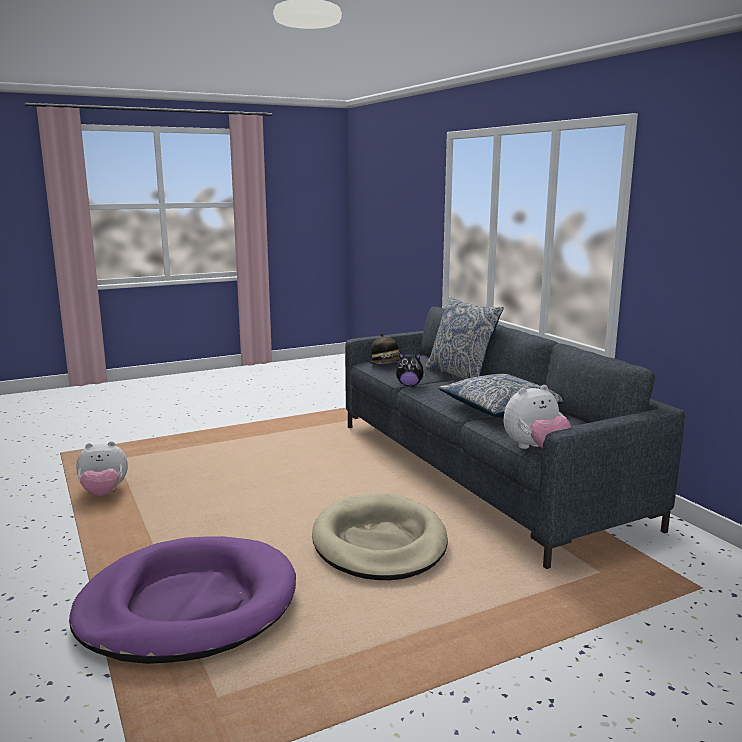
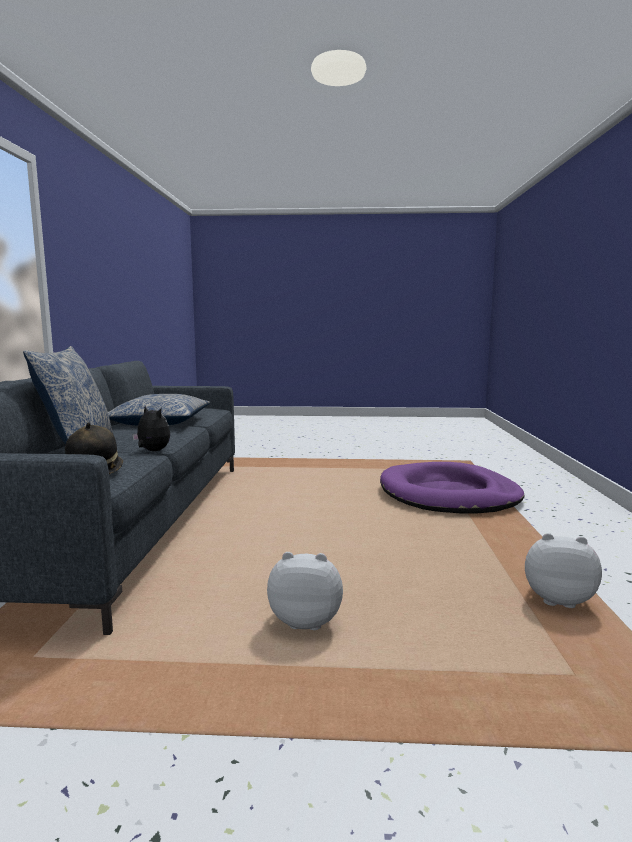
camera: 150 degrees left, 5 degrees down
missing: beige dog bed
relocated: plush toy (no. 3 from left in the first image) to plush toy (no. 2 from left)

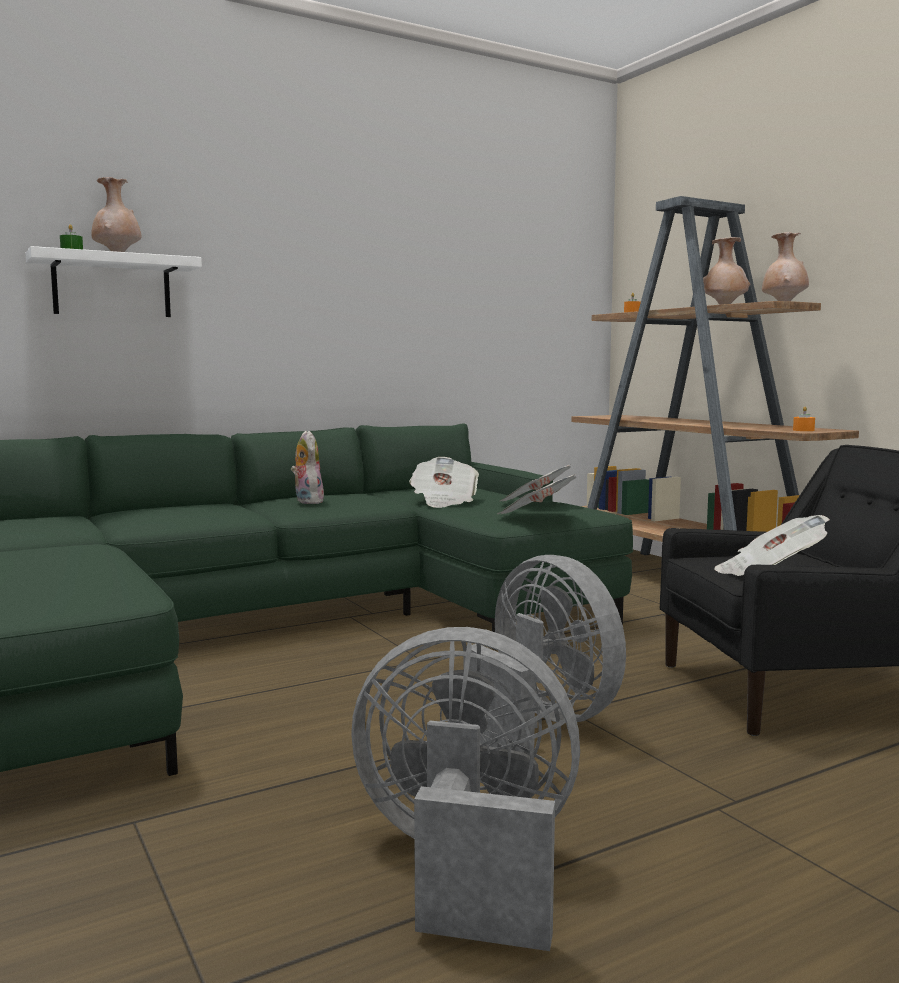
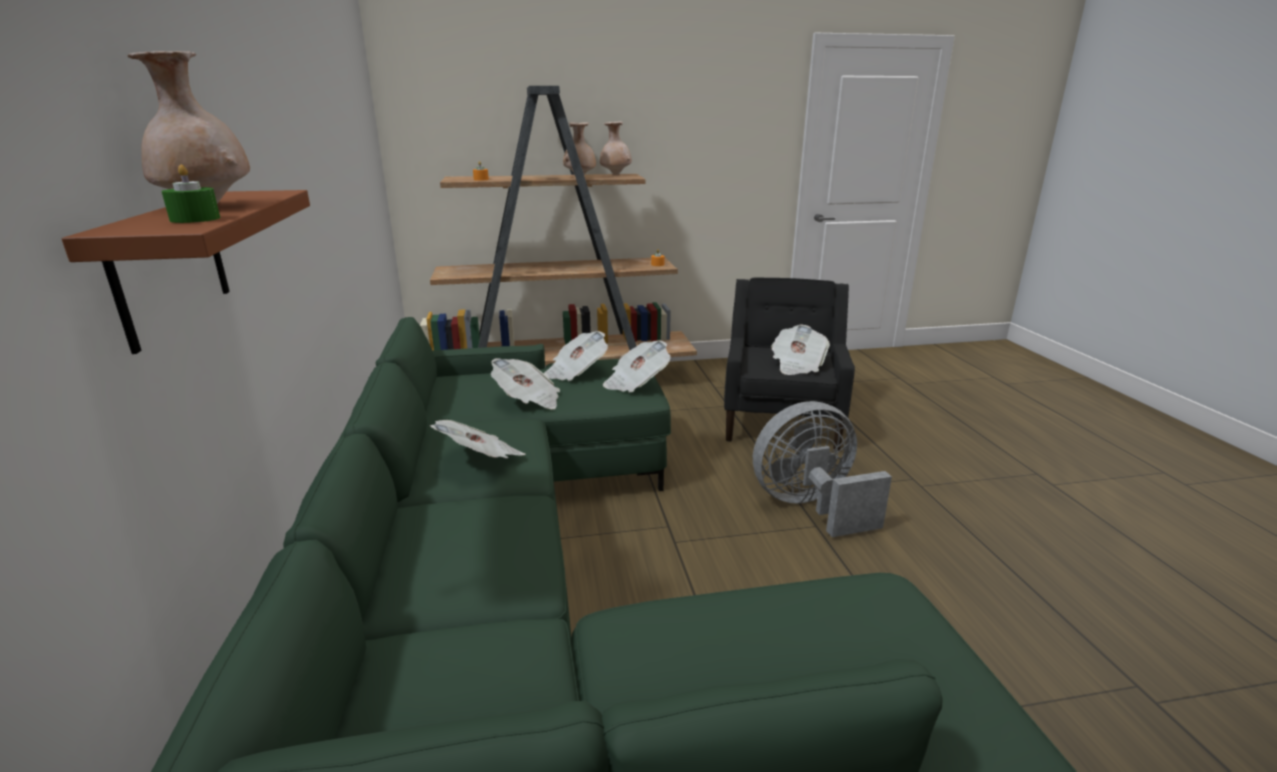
camera: 70 degrees left, 15 degrees up
missing: grey fan (no. 1 from left)
exchanged: plush toy to newspaper (no. 1 from left)
colour: white shelf to brown shelf

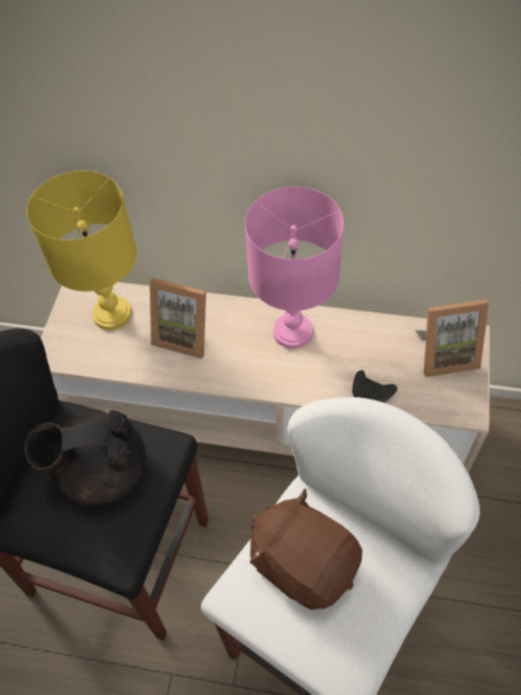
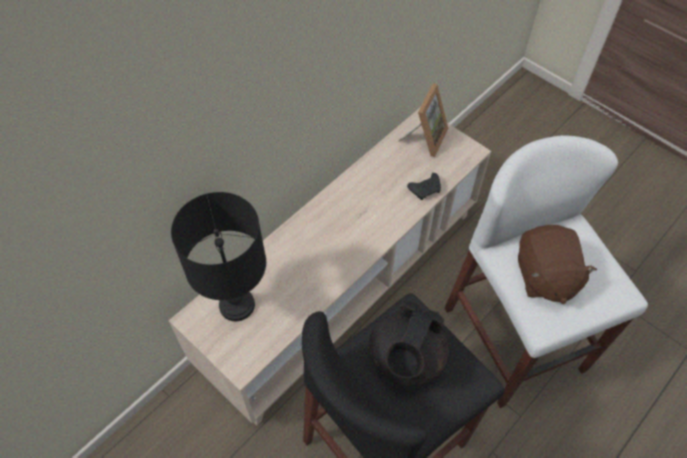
camera: 60 degrees left, 0 degrees up
missing: picture frame (no. 1 from left); pink table lamp
colour: yellow table lamp to black table lamp
spun: brown plush toy 75 degrees counterclockwise

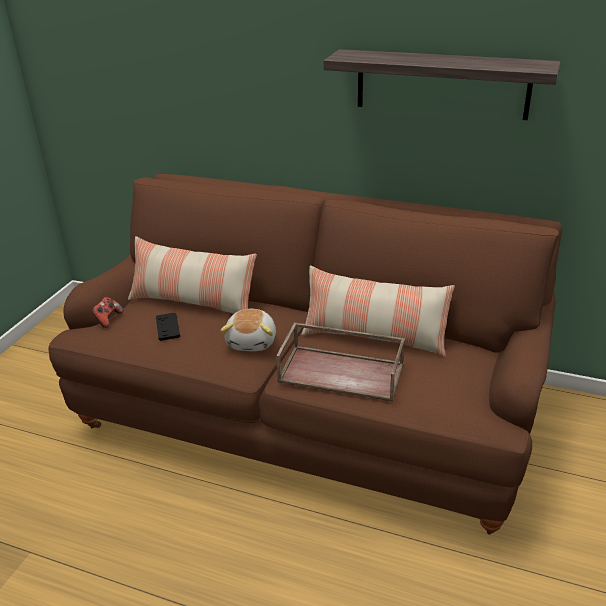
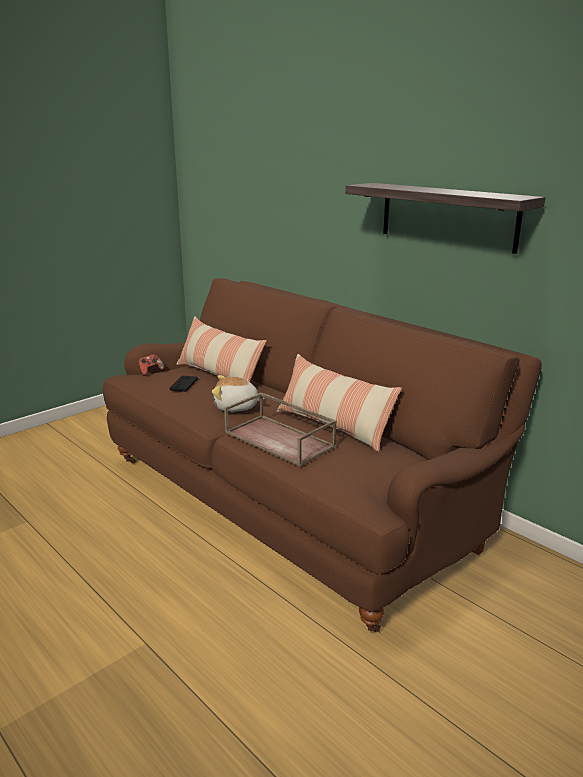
camera: 25 degrees right, 10 degrees down
spun: plush toy 60 degrees clockwise

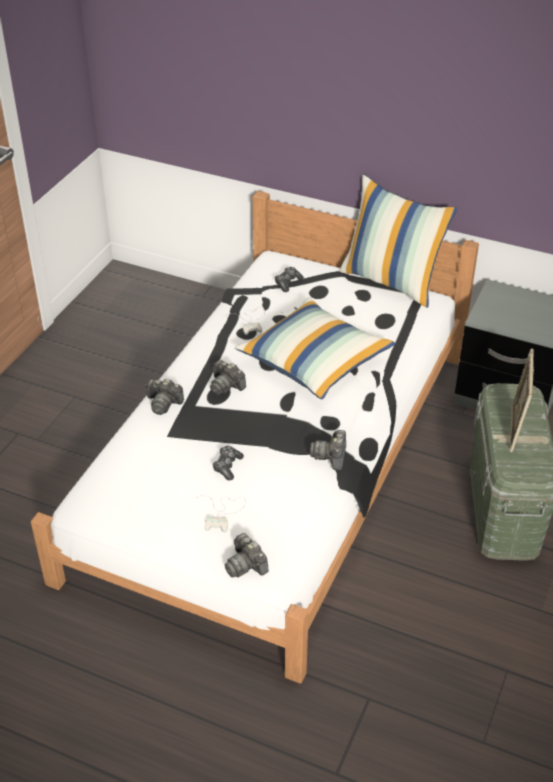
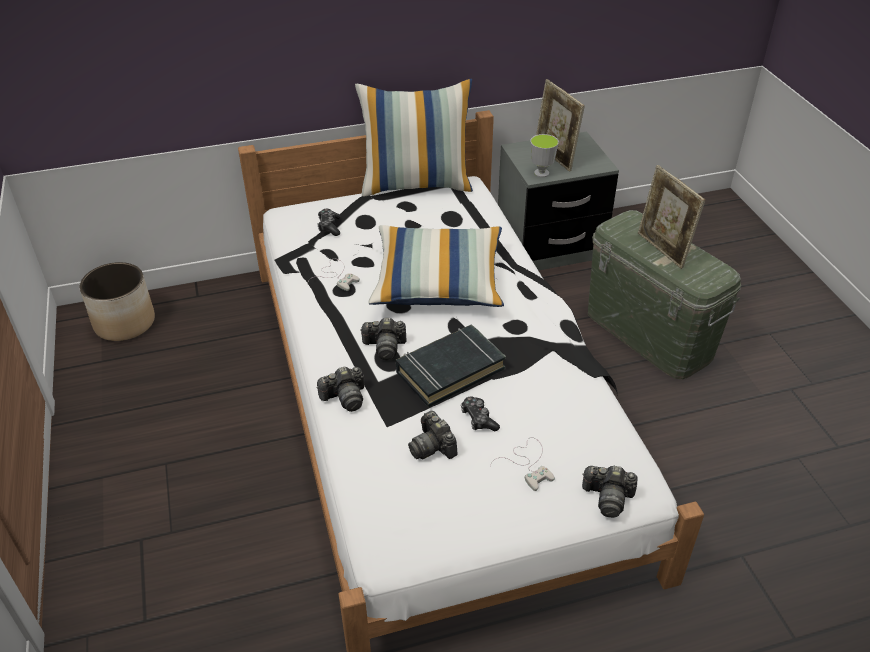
camera: 40 degrees left, 0 degrees up
appeared: planter; black book; cup; picture frame (no. 1 from left)
relocated: photo camera (no. 4 from left in the first image) to photo camera (no. 3 from left)

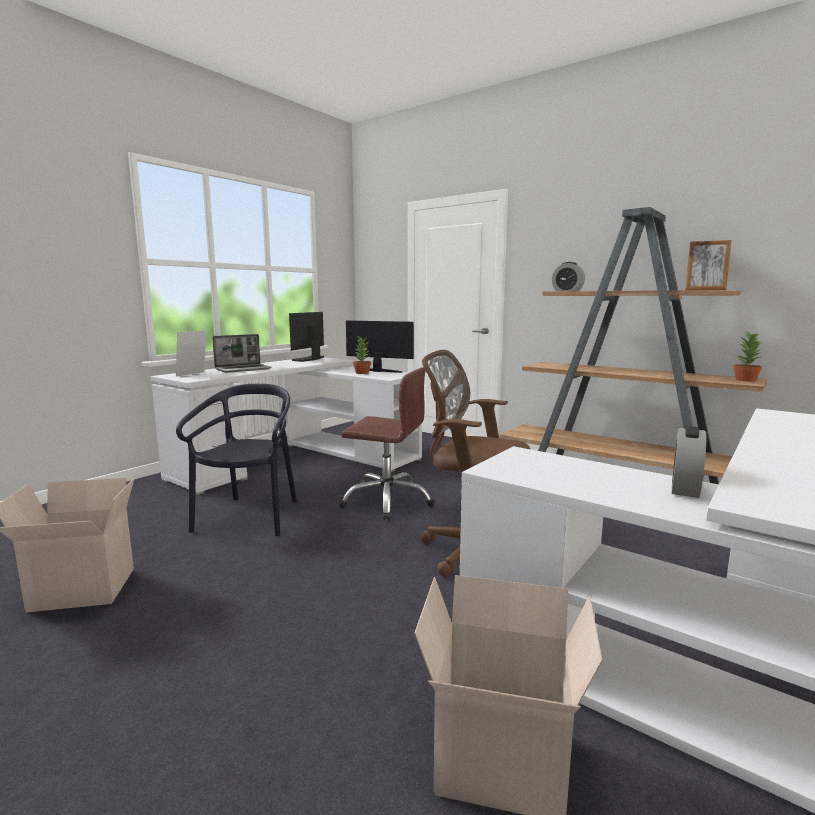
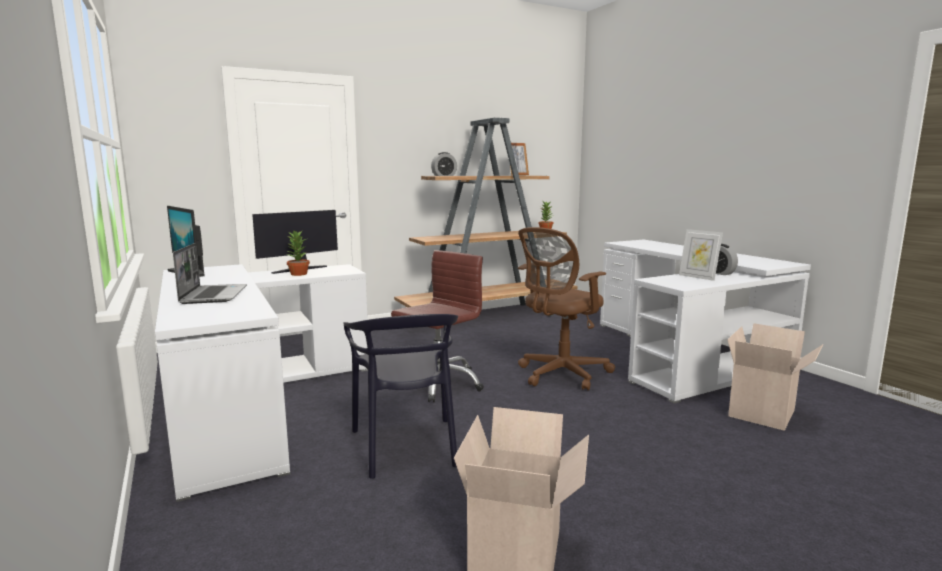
camera: 65 degrees left, 0 degrees up
relocated: picture frame (no. 1 from left in the first image) to picture frame (no. 2 from left)
spun: black chair 135 degrees counterclockwise

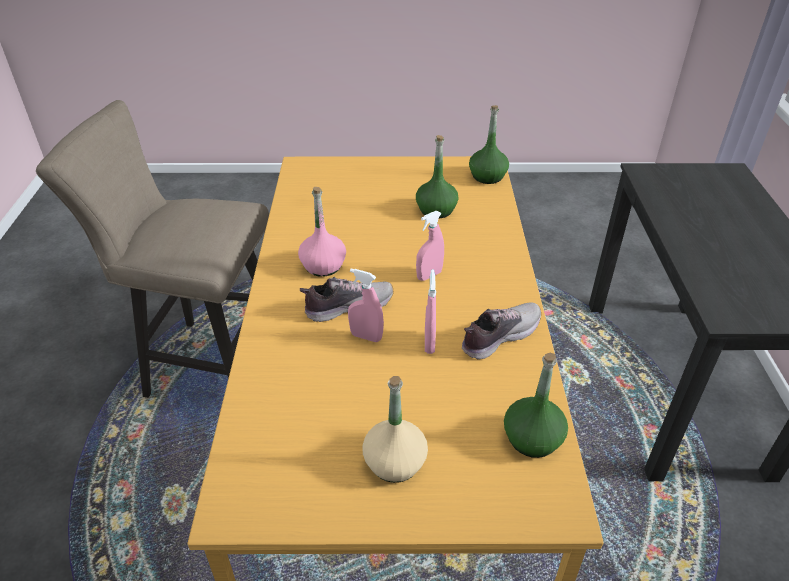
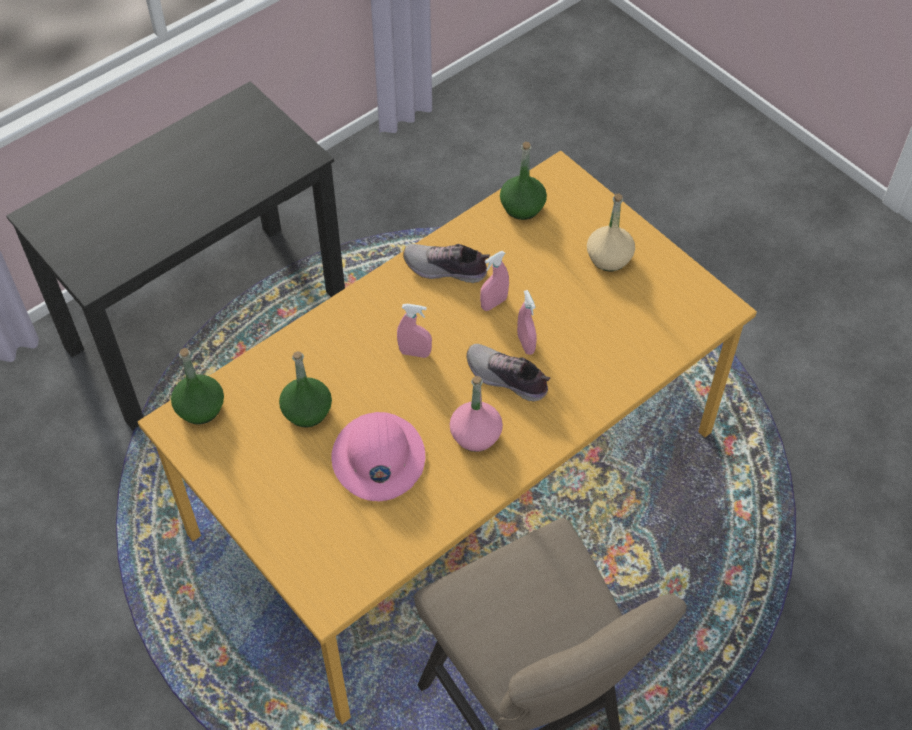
camera: 130 degrees left, 15 degrees up
appeared: pink hard hat

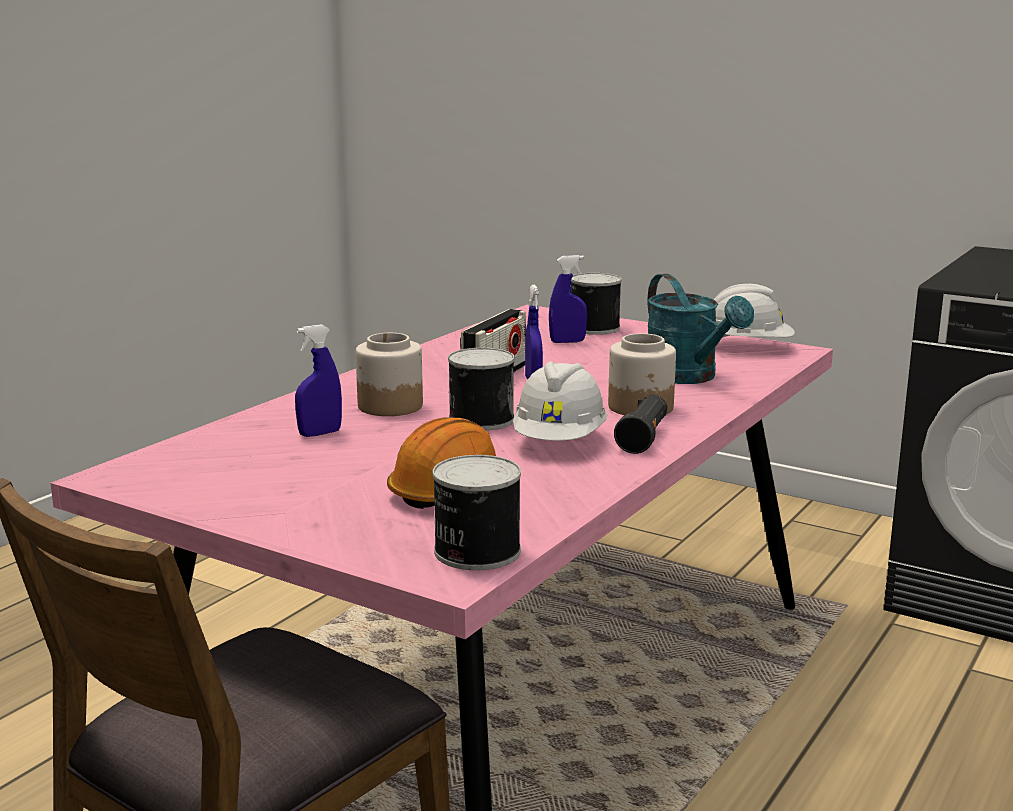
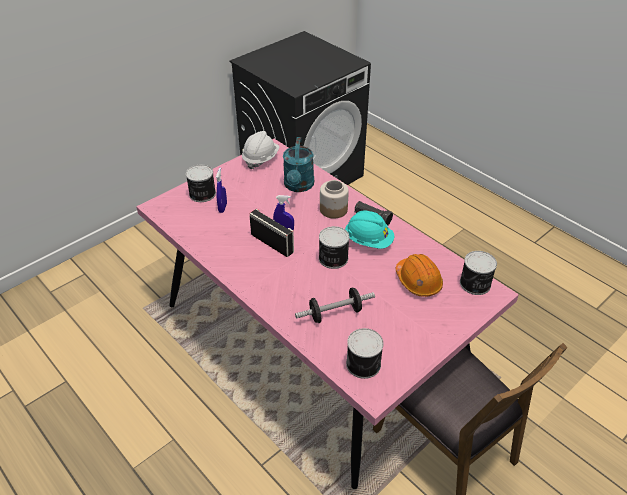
camera: 75 degrees left, 25 degrees up
missing: jar (no. 1 from left)
appeared: can (no. 3 from left)
exchanged: blue spray bottle (no. 1 from left) to dumbbell
colour: white hard hat (no. 1 from left) to turquoise hard hat
spun: turquoise watering can 105 degrees clockwise

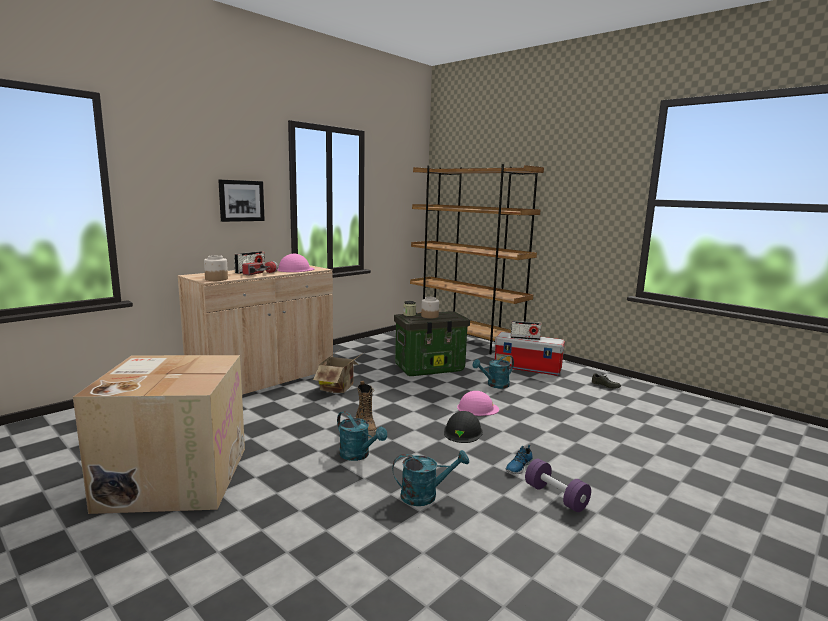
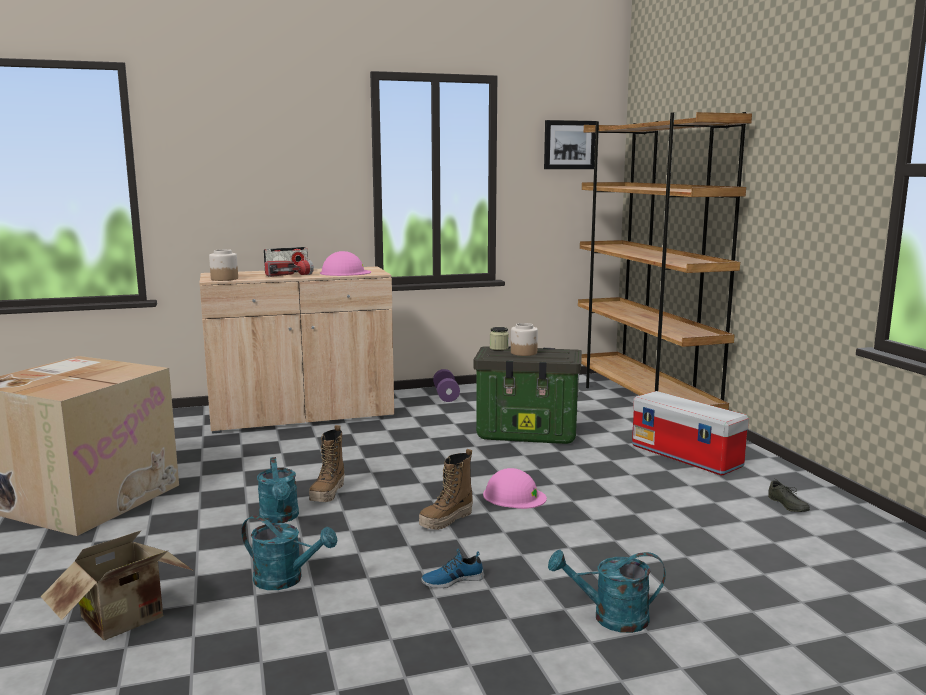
camera: 30 degrees right, 0 degrees up
missing: radio (no. 2 from left)
relocated: picture; cardboard box (no. 2 from left); turquoise watering can (no. 3 from left); purple dumbbell
exchanged: black hard hat to boot (no. 2 from left)

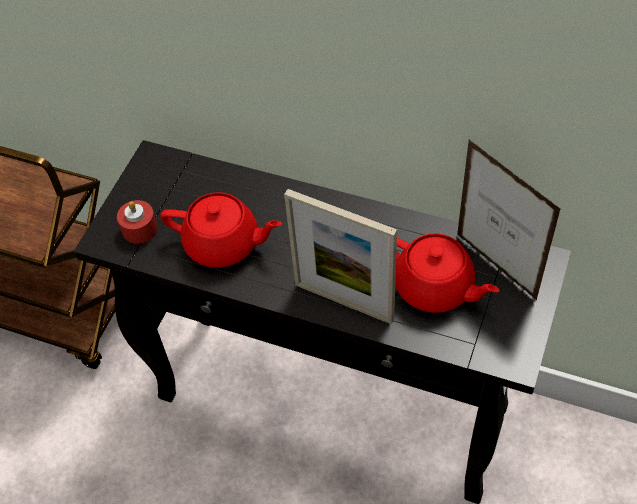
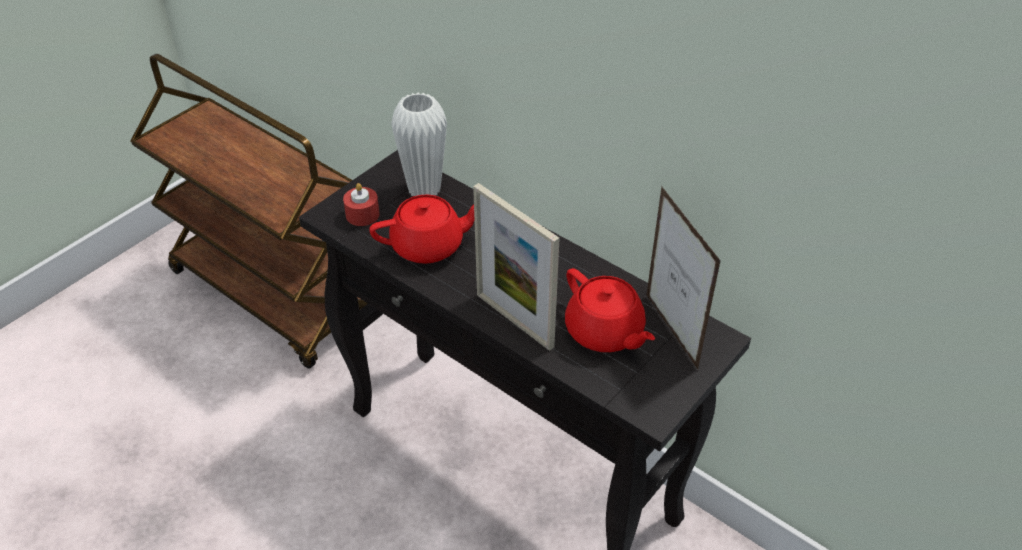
camera: 15 degrees right, 10 degrees down
appeared: white vase
spun: red teapot (no. 1 from left) 45 degrees counterclockwise

